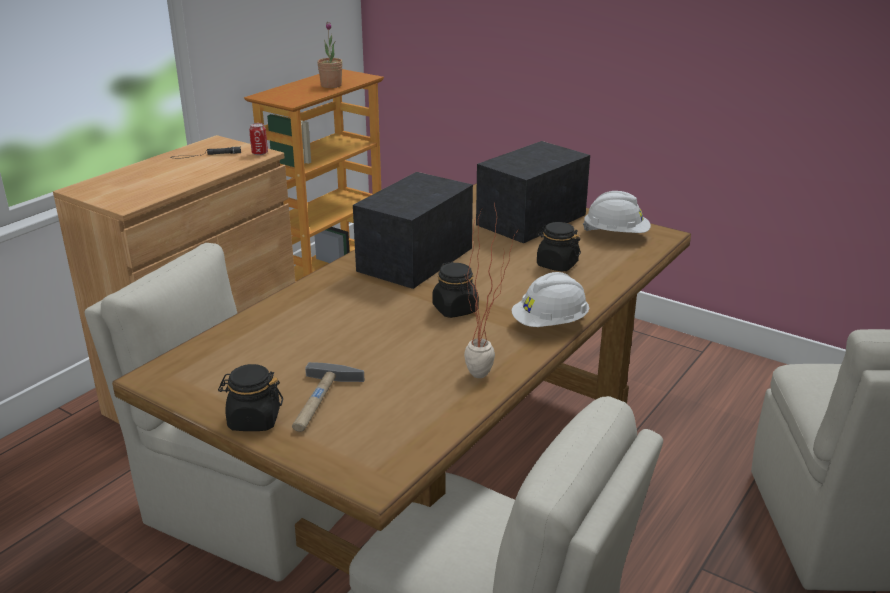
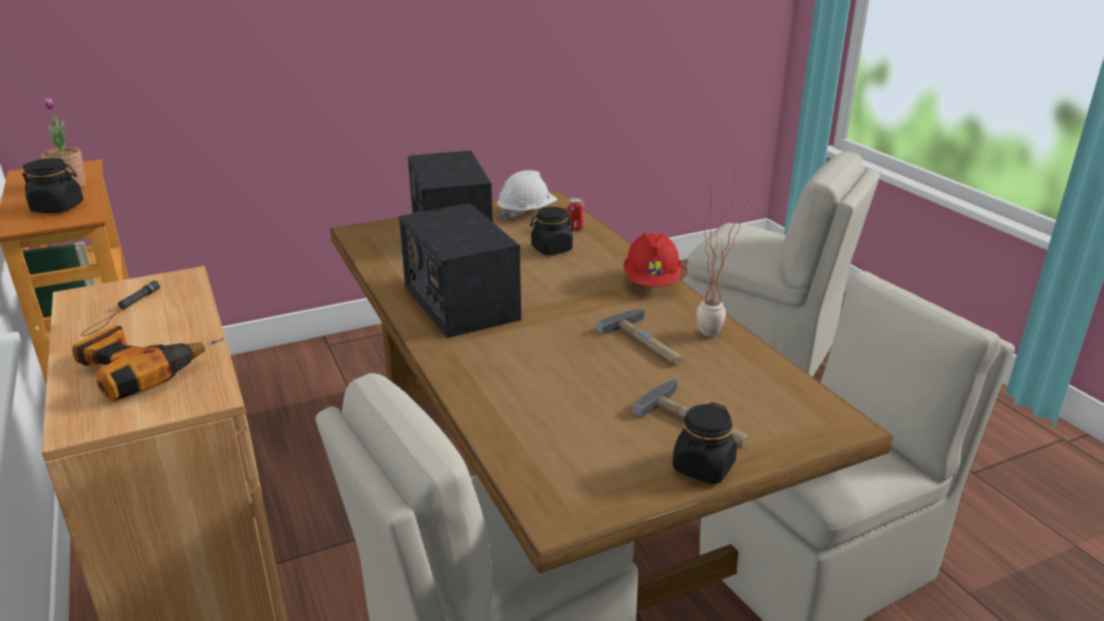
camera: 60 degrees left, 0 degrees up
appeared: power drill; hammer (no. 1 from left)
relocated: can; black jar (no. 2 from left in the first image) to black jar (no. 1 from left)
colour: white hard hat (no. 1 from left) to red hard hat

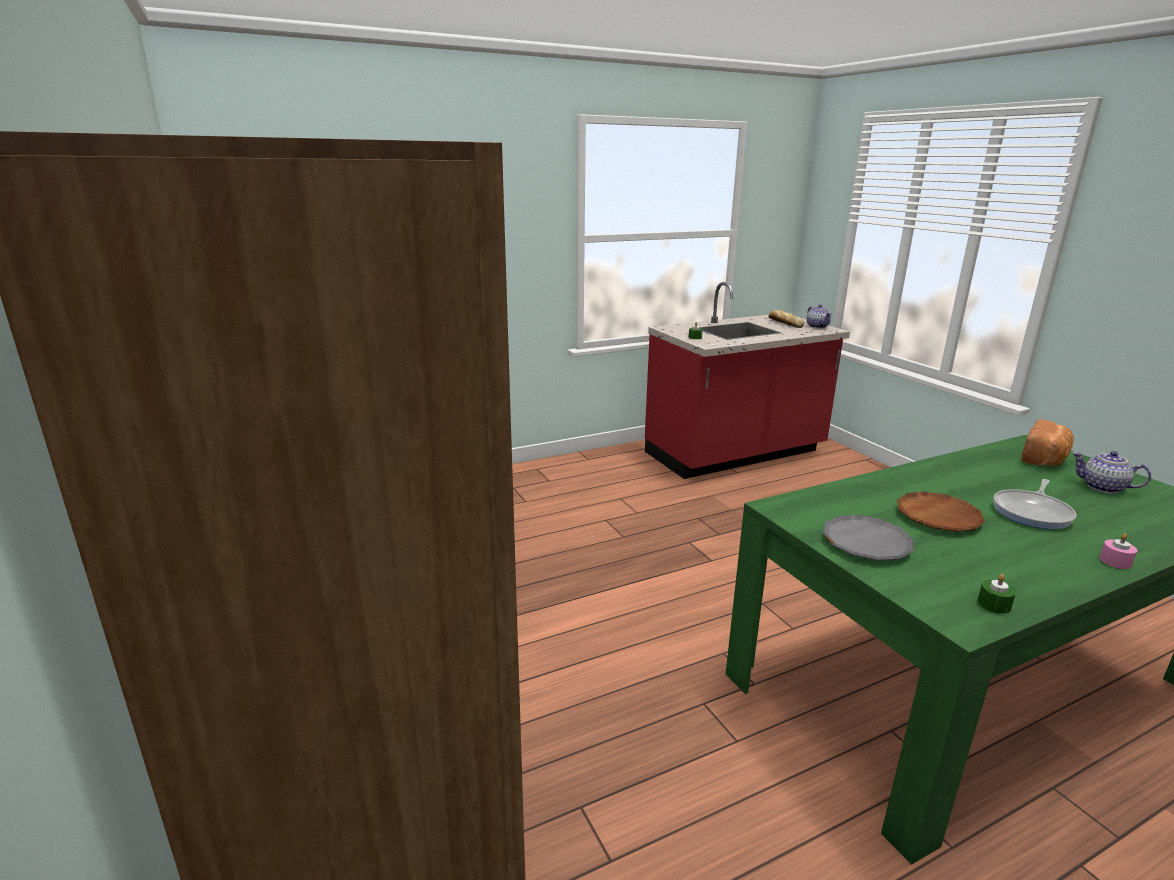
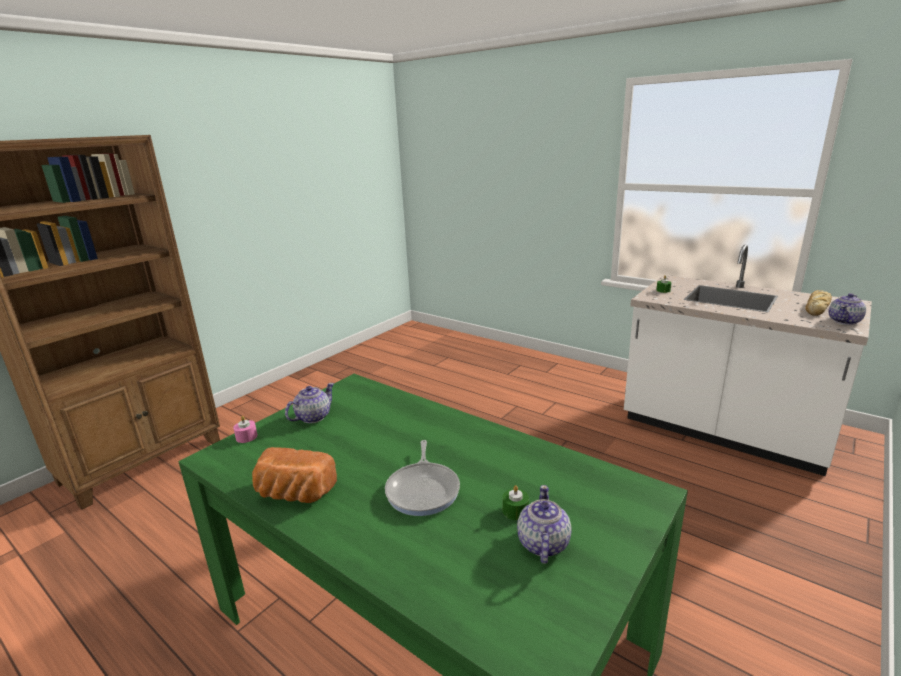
camera: 65 degrees right, 0 degrees up
missing: brown plate
relocated: green candle (no. 2 from left in the first image) to green candle (no. 1 from left); bread (no. 2 from left in the first image) to bread (no. 1 from left); pink candle
exchanged: grey plate to teapot (no. 1 from left)
colour: red counter to white counter
spun: frying pan 105 degrees counterclockwise

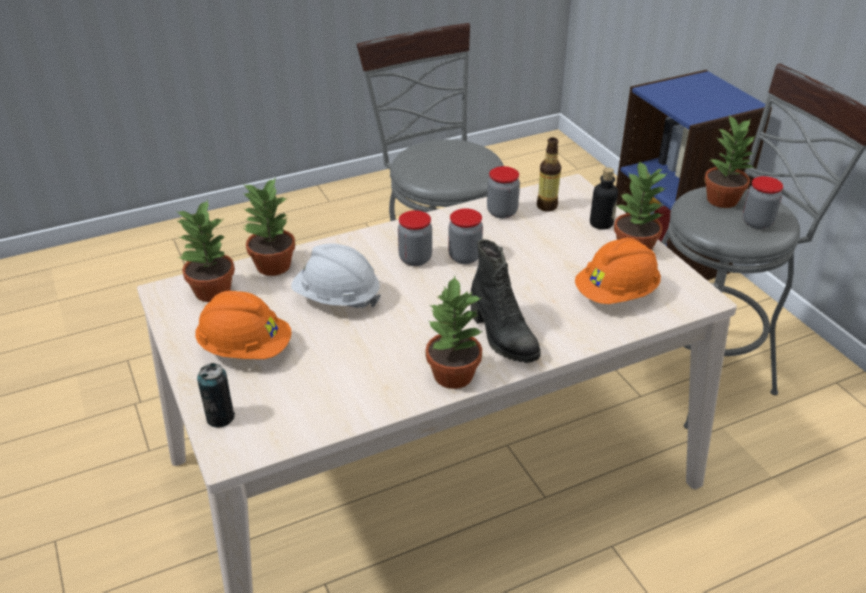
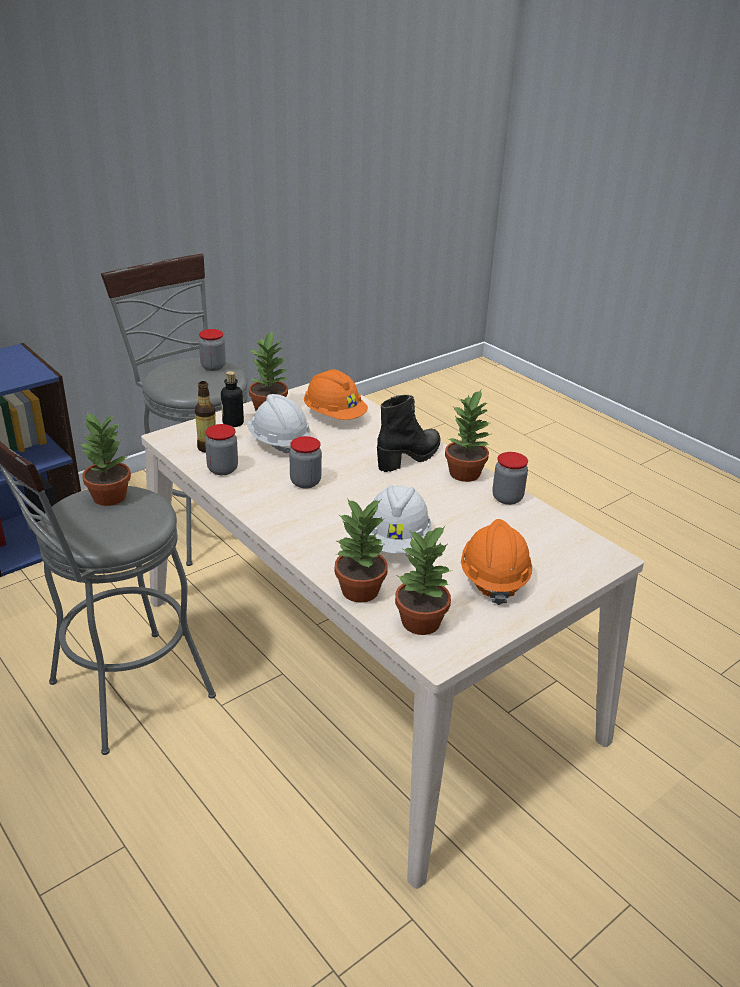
camera: 105 degrees left, 5 degrees down
missing: can
appeared: white hard hat (no. 1 from left)
relocated: jar (no. 1 from left in the first image) to jar (no. 4 from left); potted plant (no. 5 from left in the first image) to potted plant (no. 1 from left)

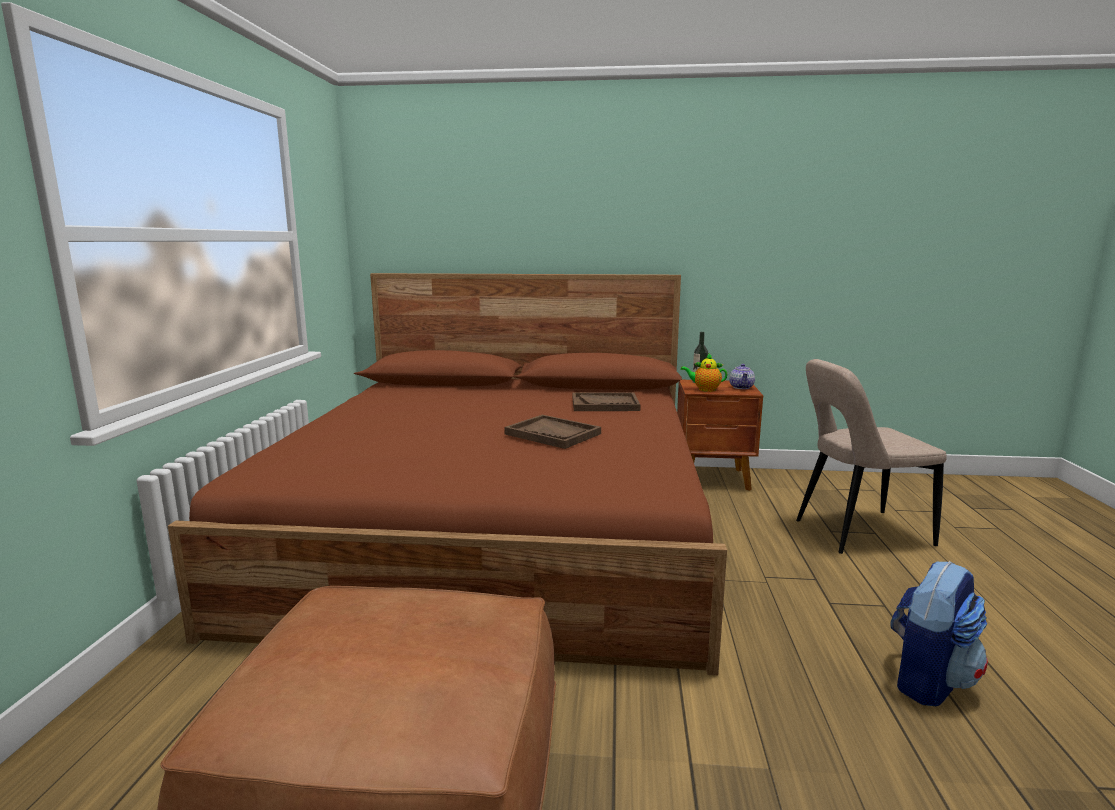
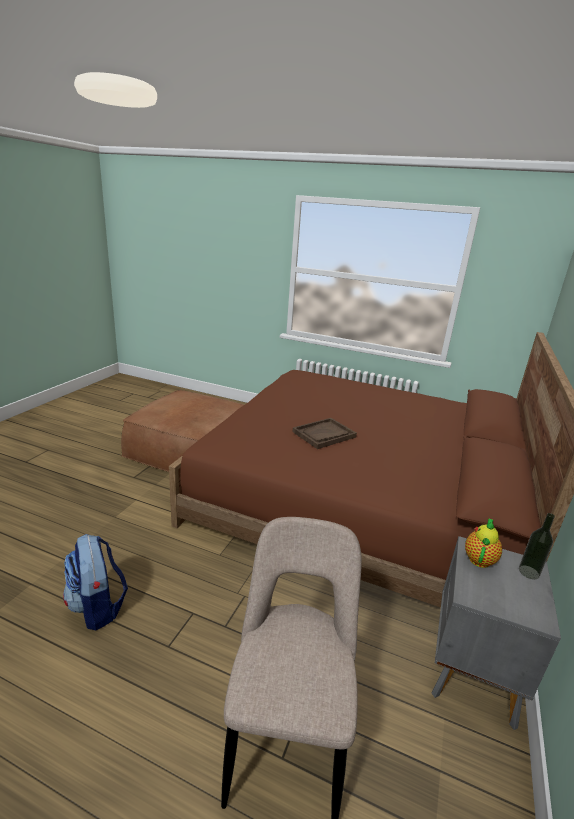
camera: 105 degrees right, 10 degrees up
missing: brown tray (no. 2 from left); teapot (no. 2 from left)
colour: brown nightstand to grey nightstand

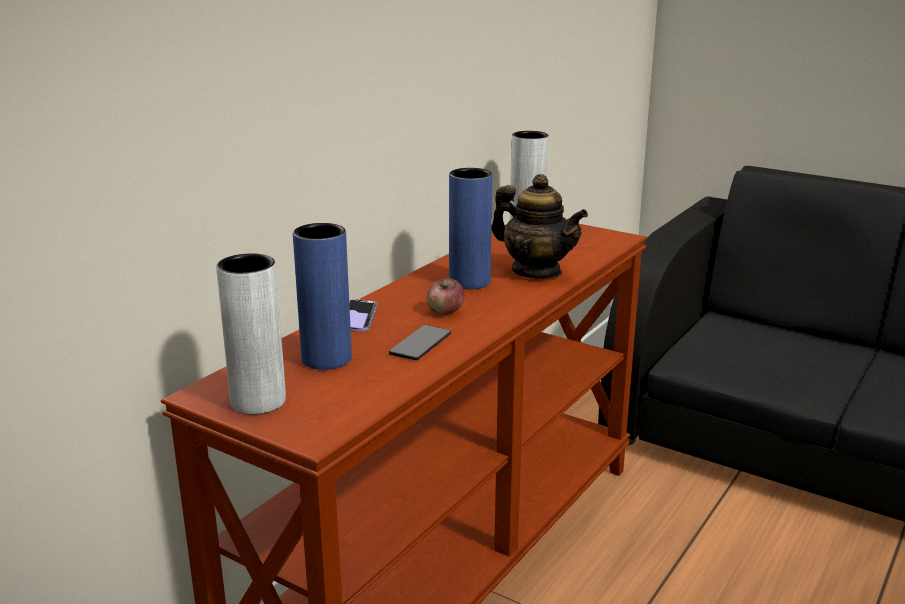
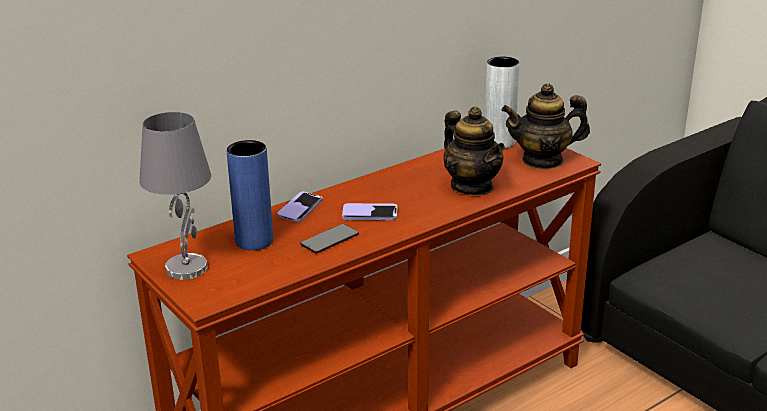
camera: 20 degrees right, 5 degrees up
missing: blue vase (no. 2 from left)
appeared: teapot (no. 2 from left)
exchanged: grey vase (no. 1 from left) to grey table lamp; apple to phone (no. 3 from left)

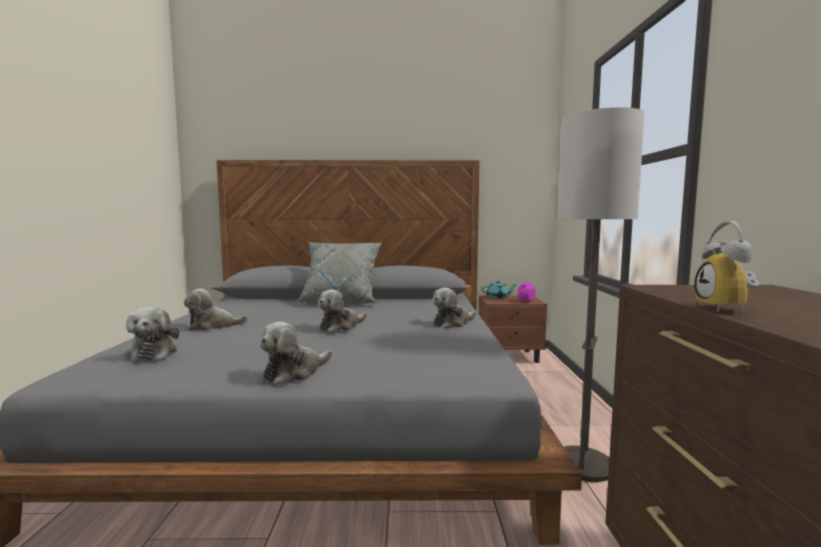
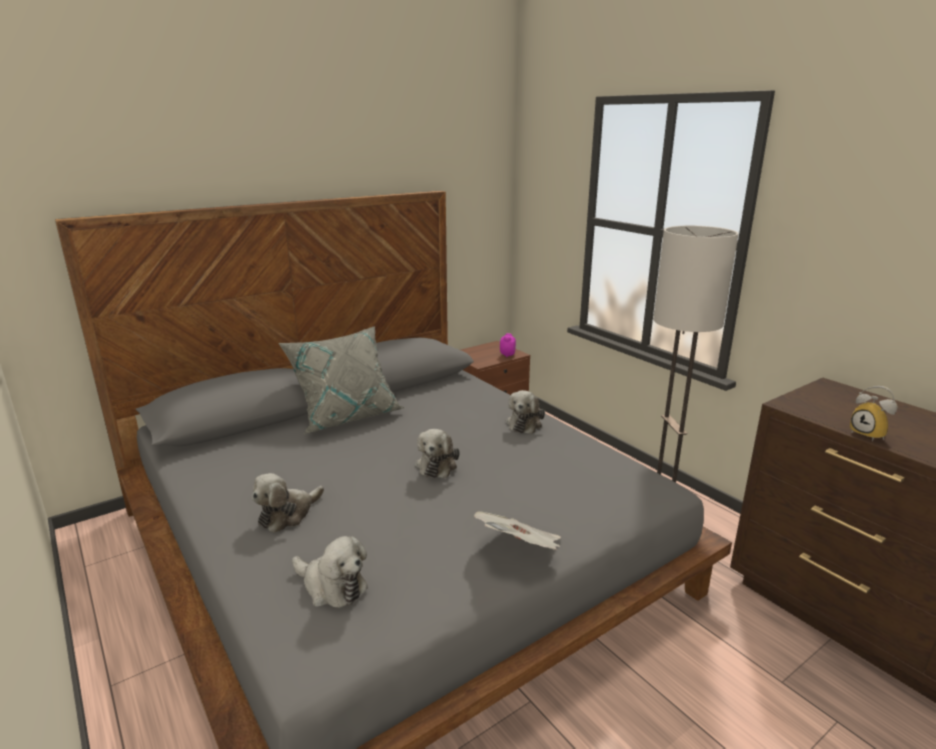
camera: 35 degrees left, 15 degrees up
missing: turquoise teapot
exchanged: plush toy (no. 3 from left) to newspaper

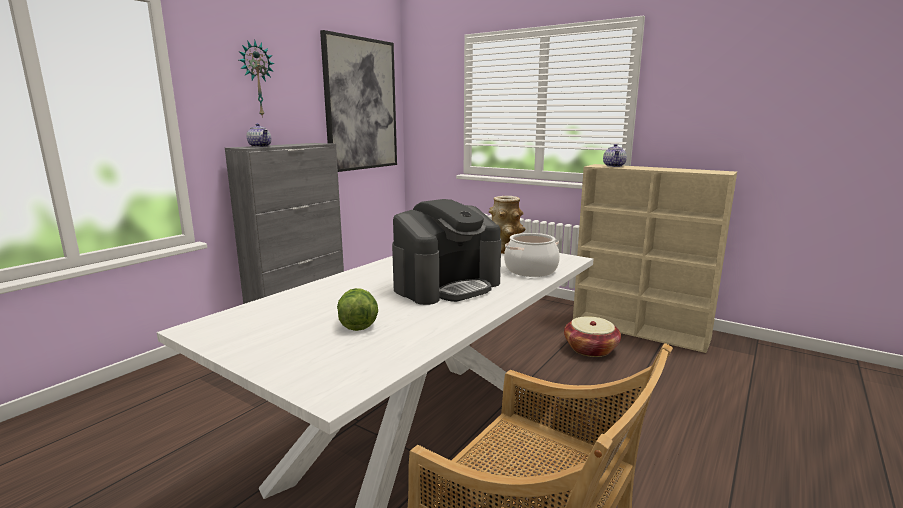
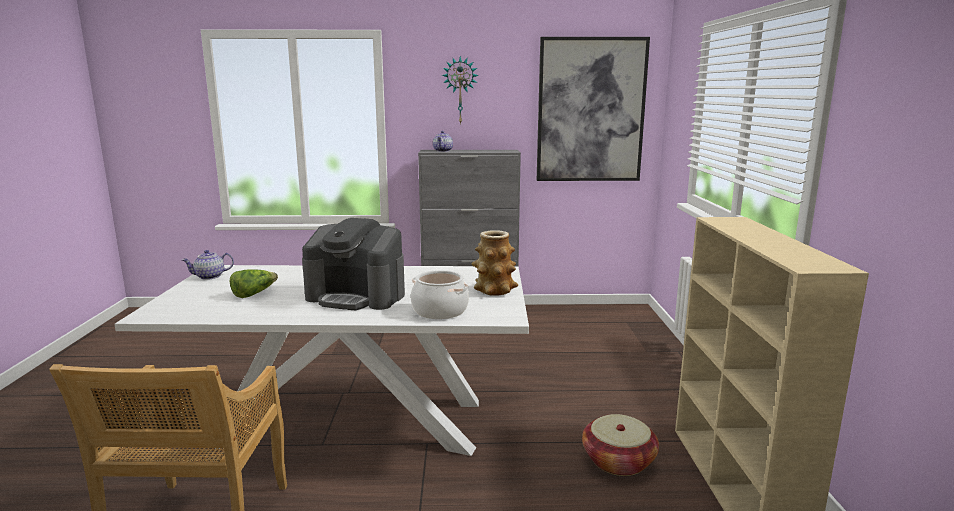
camera: 55 degrees right, 0 degrees up
relocated: teapot (no. 2 from left in the first image) to teapot (no. 1 from left)

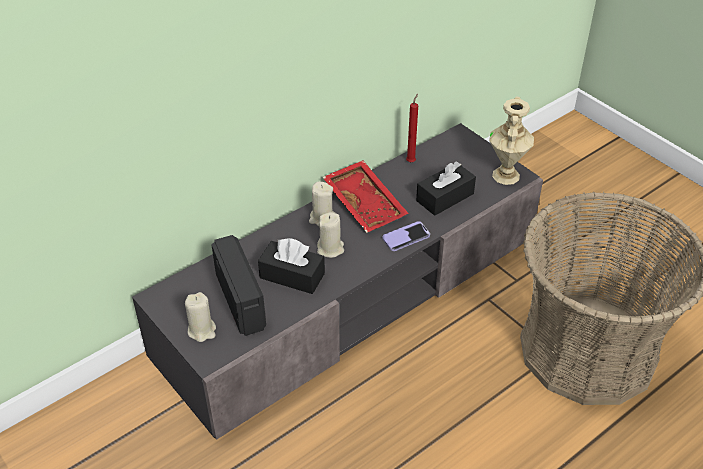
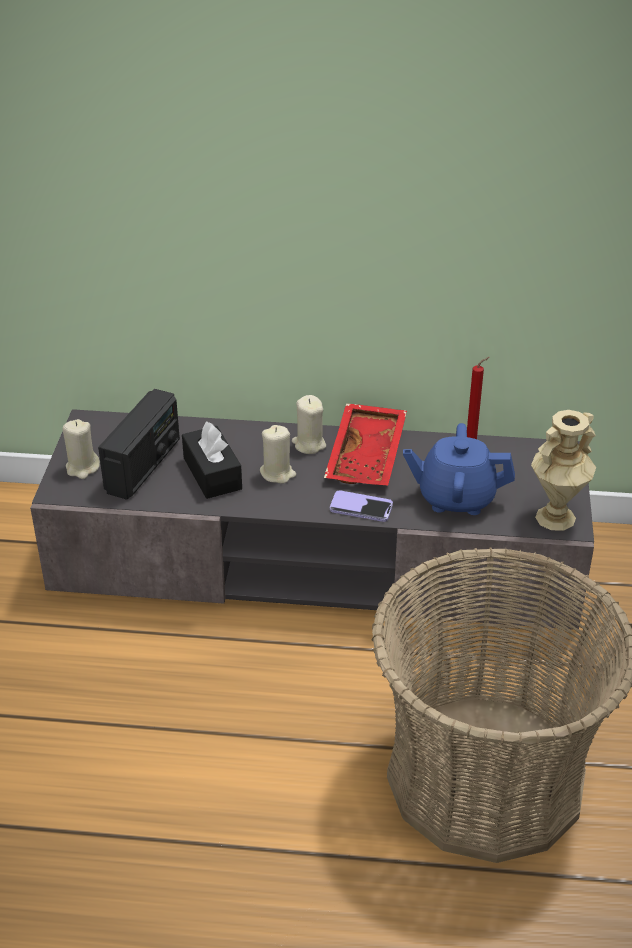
camera: 45 degrees right, 5 degrees down
exchanged: black tissue box (no. 2 from left) to blue teapot

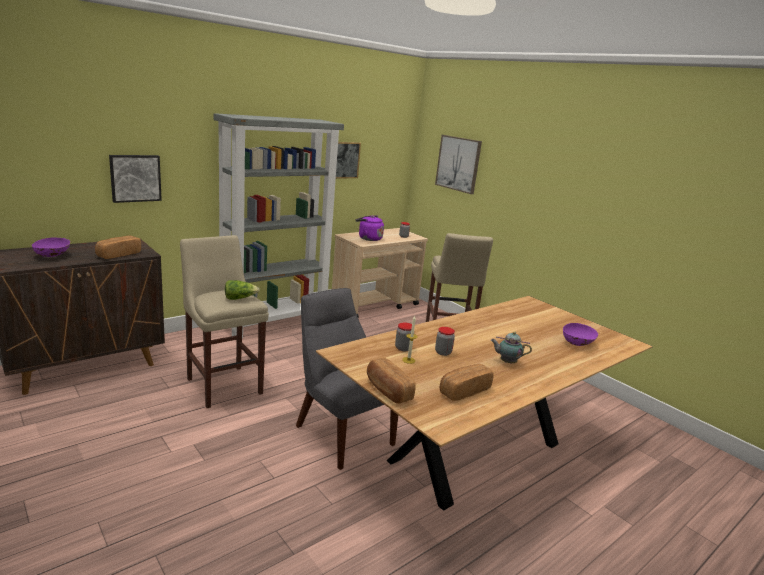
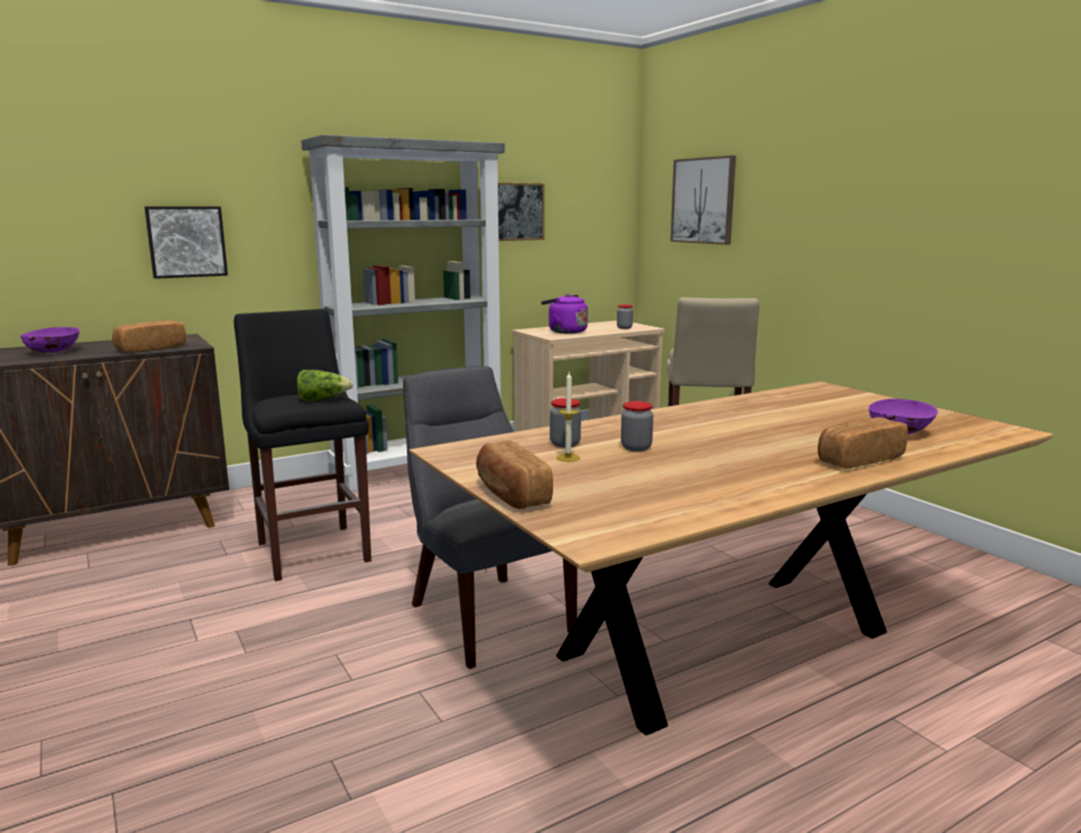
camera: 10 degrees right, 5 degrees down
missing: teapot
relocated: bread (no. 3 from left)
colour: beige stool (no. 1 from left) to black stool

